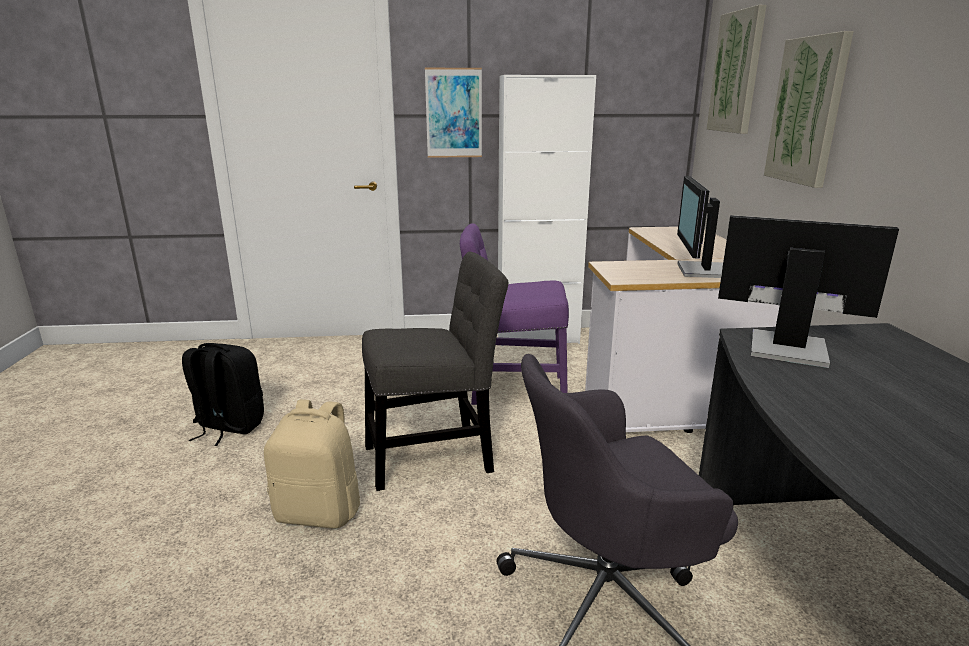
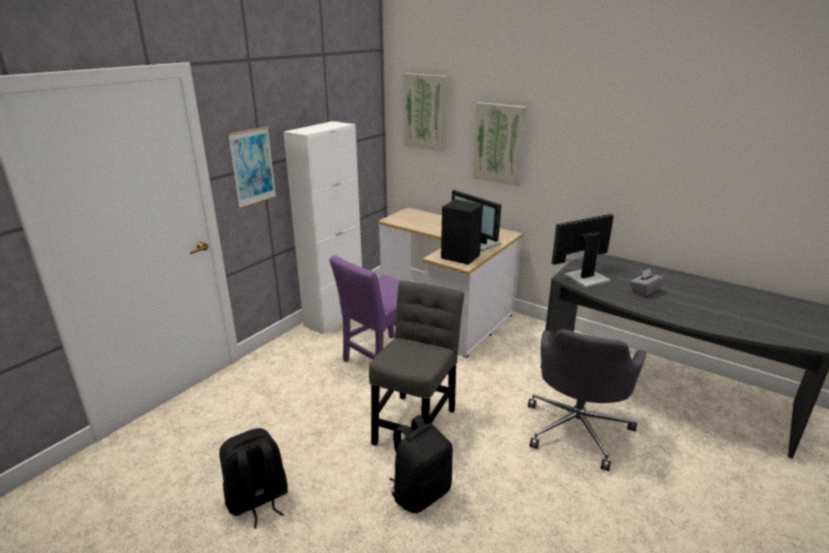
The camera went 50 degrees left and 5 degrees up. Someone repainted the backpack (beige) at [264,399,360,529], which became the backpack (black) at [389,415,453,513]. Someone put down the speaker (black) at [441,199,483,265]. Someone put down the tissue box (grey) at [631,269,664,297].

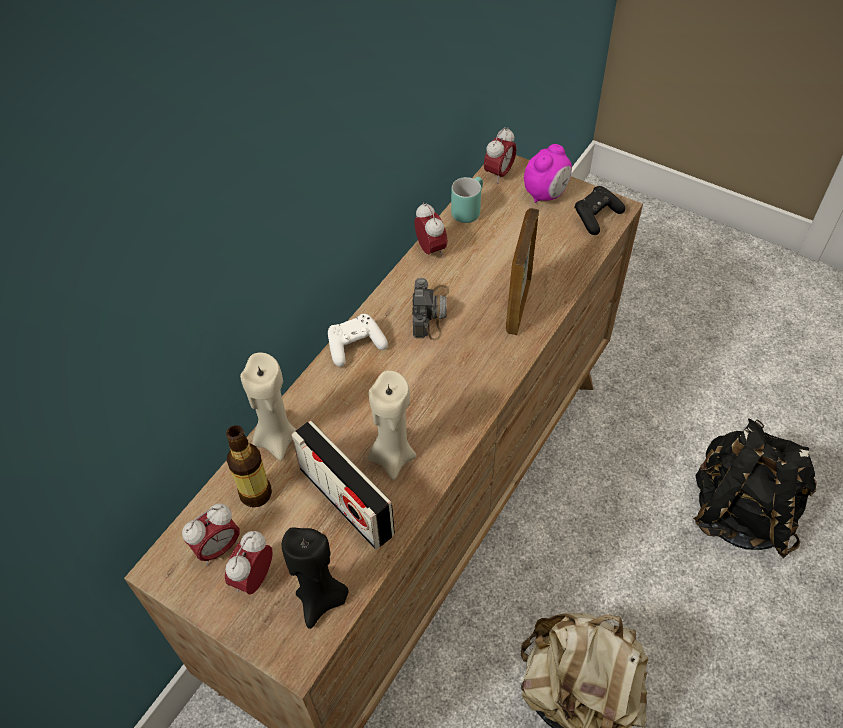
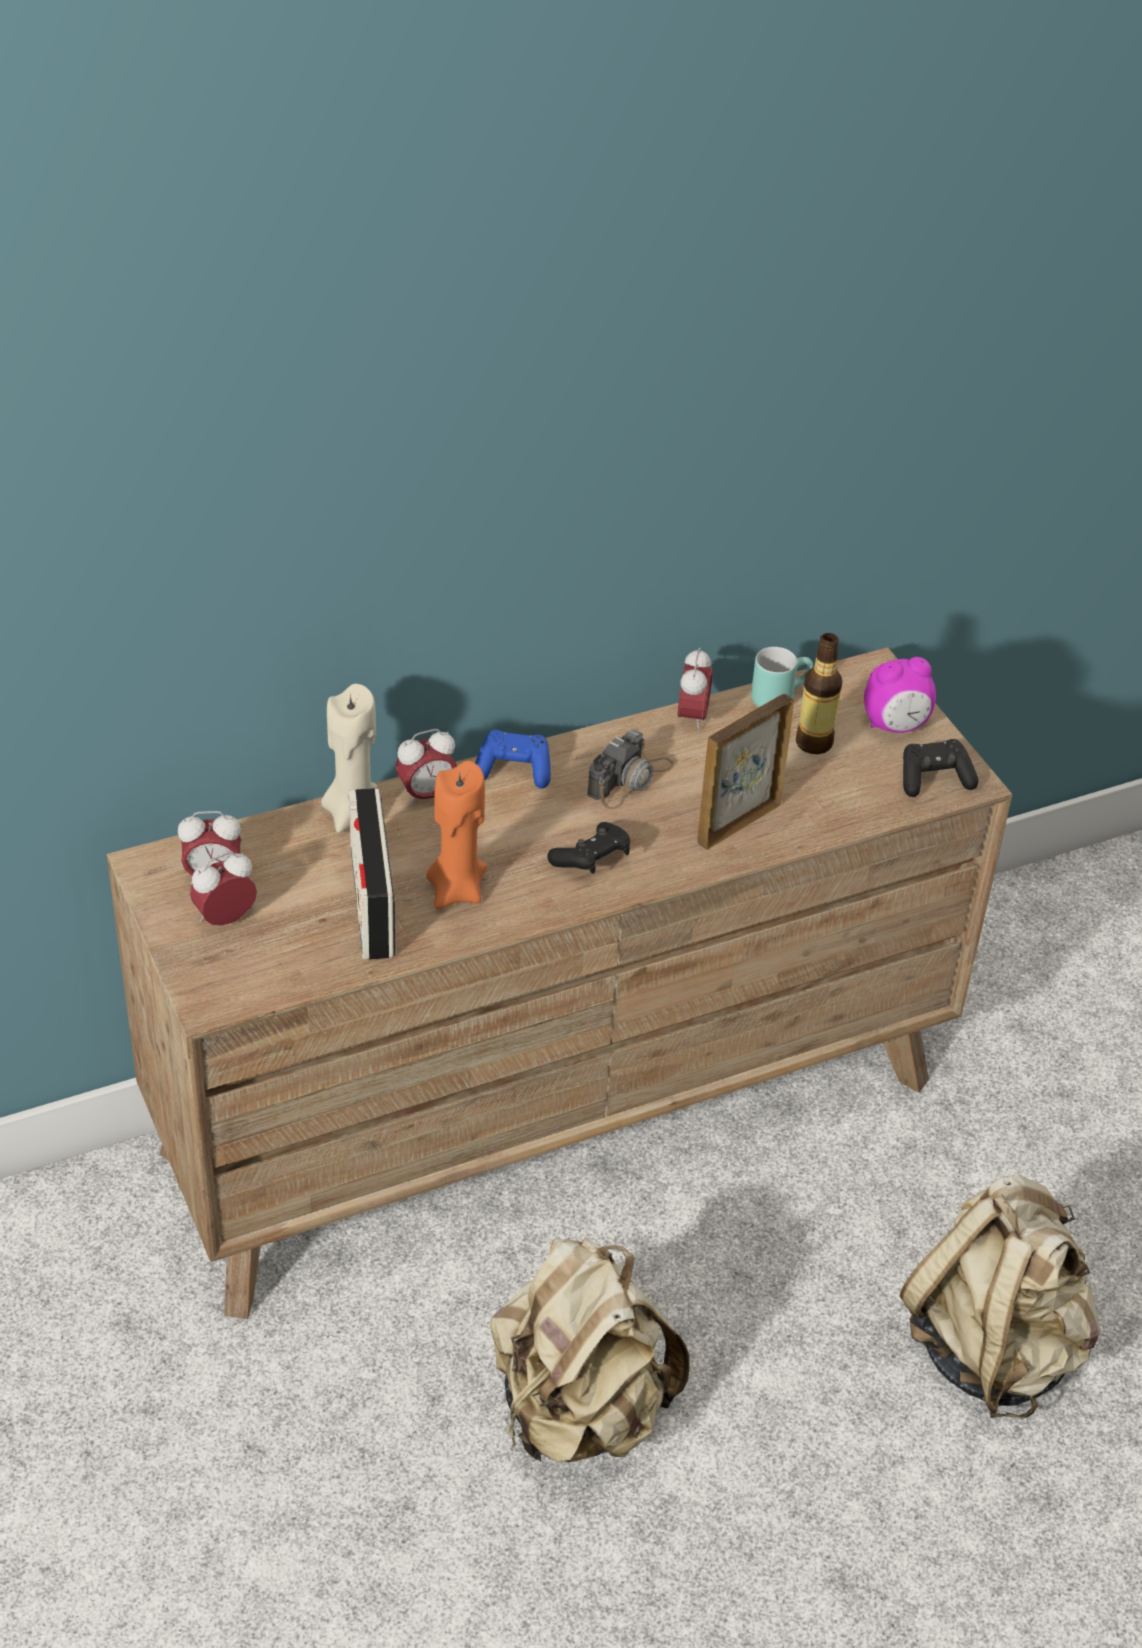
The camera went 30 degrees right and 10 degrees down. Someone carried the alarm clock from [484,127,517,184] to [395,729,457,806]. Someone repainted the candle (beige) at [368,371,416,480], which became the candle (orange) at [426,761,487,909]. Someone repainted the game controller (white) at [328,314,388,367], which became the game controller (blue) at [475,730,551,789]. Someone put down the game controller (black) at [547,822,630,874]. Someone carried the bottle from [226,425,272,507] to [796,633,842,754]. Someone repainted the backpack (black) at [693,418,817,558], which became the backpack (beige) at [900,1175,1101,1418]. Someone took away the candle (black) at [282,527,348,629].

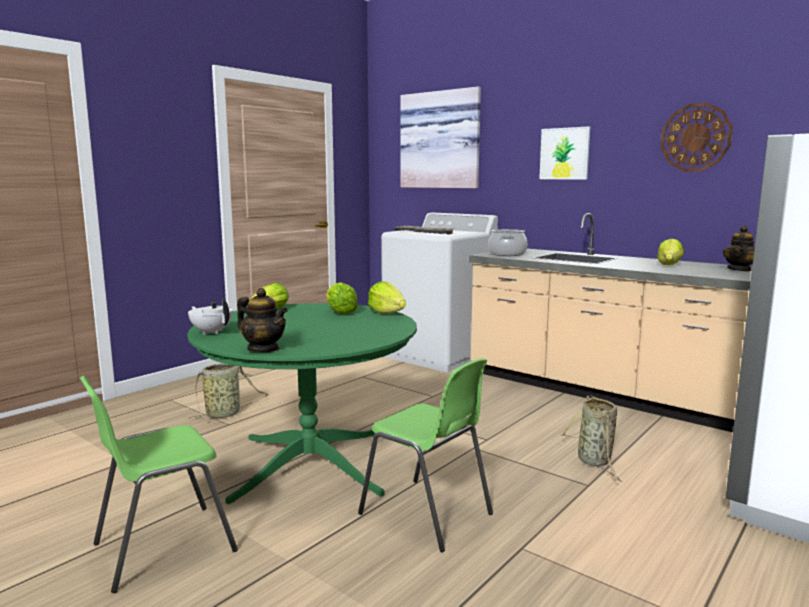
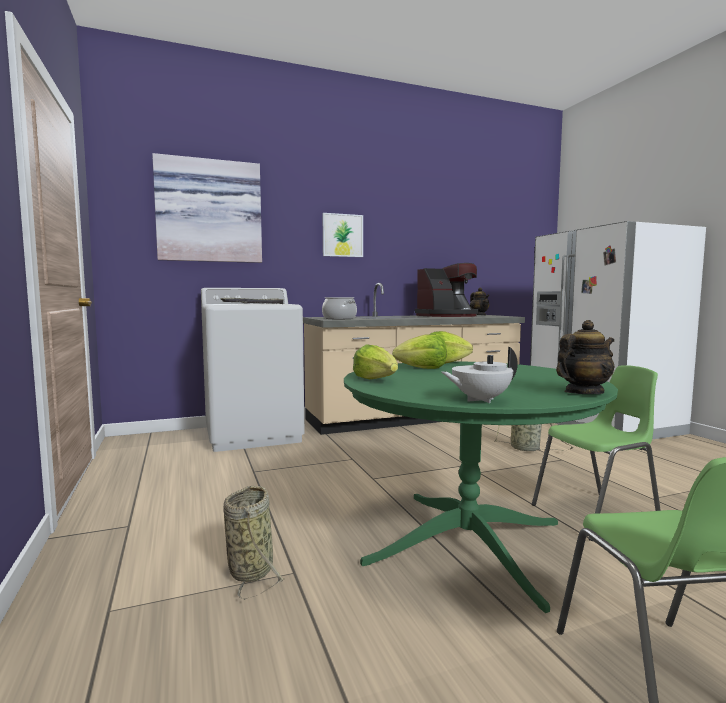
The camera went 60 degrees left and 5 degrees down. Someone swapped the lettuce at [657,239,684,265] for the coffee machine at [415,263,478,317]. Someone took away the wall clock at [661,103,733,171].

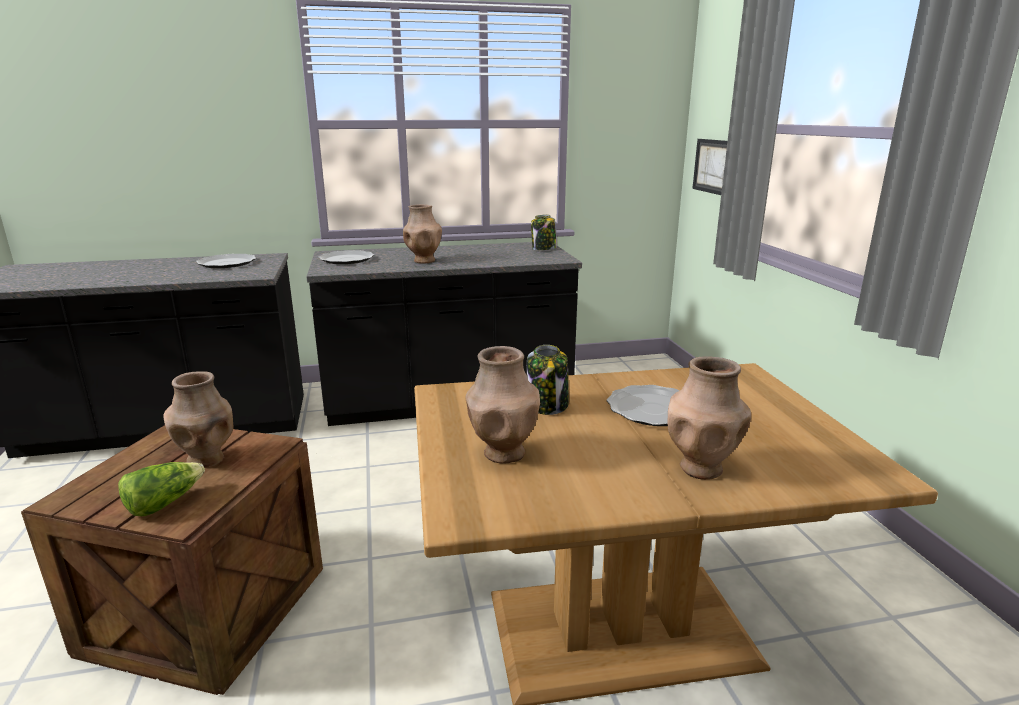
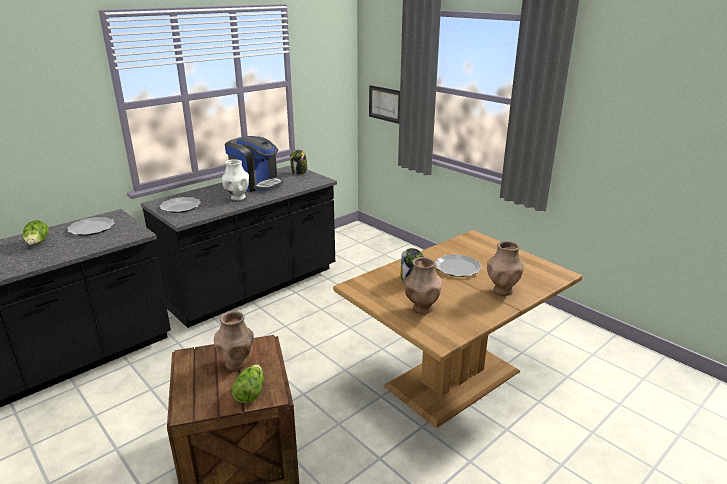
The camera went 30 degrees left and 5 degrees up. Someone put down the lettuce at [22,220,49,245]. Someone repainted the vase (brown) at [403,204,442,264], which became the vase (white) at [222,159,249,201]. Someone put down the coffee machine at [225,136,284,192].

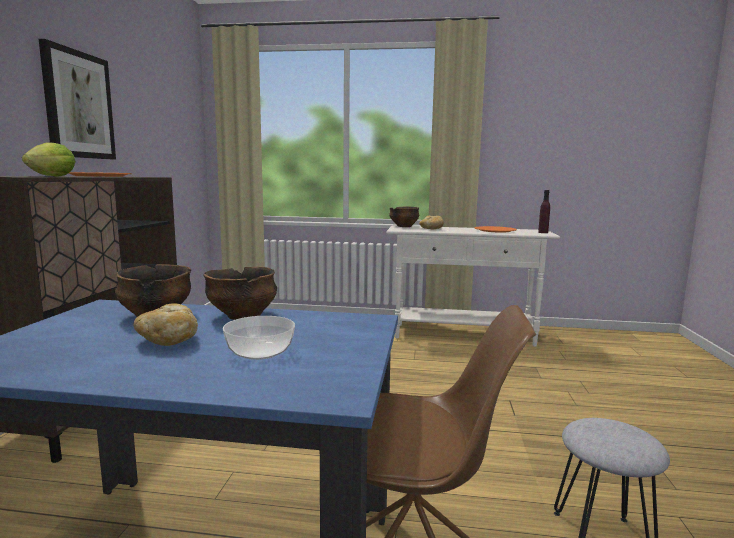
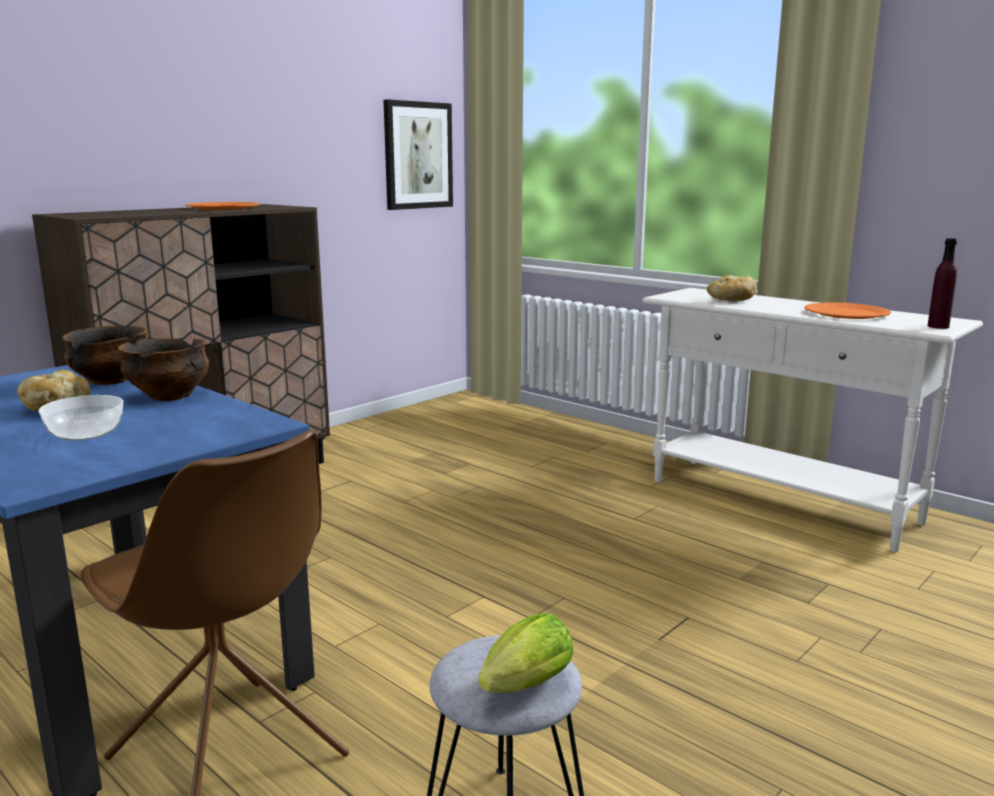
The camera went 35 degrees right and 5 degrees up. Someone carried the picture from [39,39,116,159] to [383,99,453,210]. Someone carried the lettuce from [22,142,76,177] to [478,613,573,693]. Someone took away the bowl at [389,207,419,227].

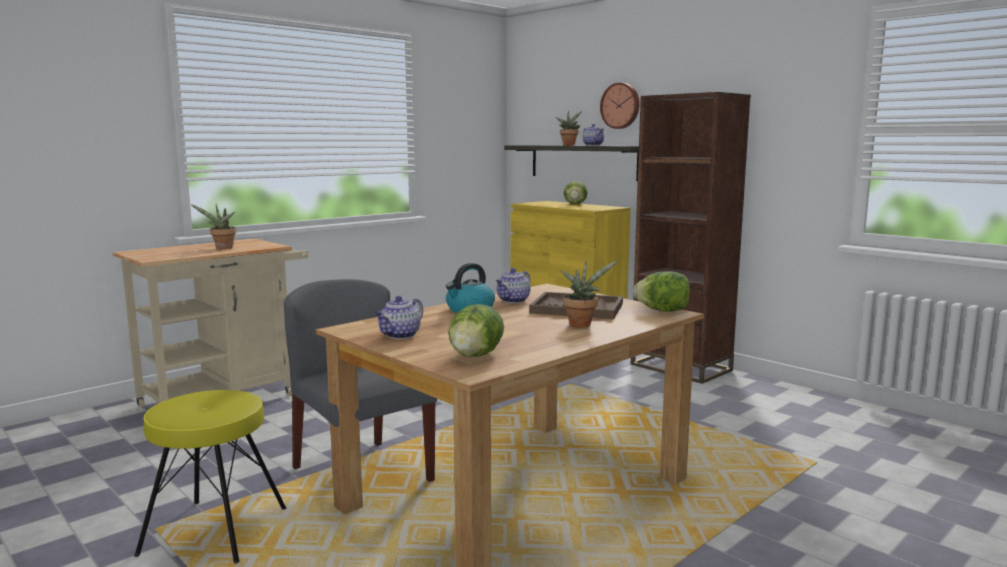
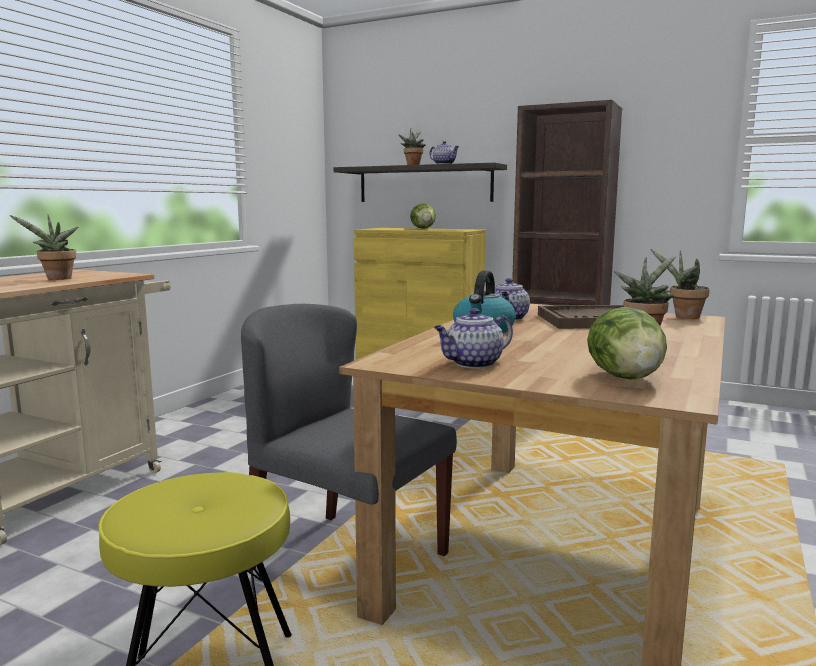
The camera went 20 degrees left and 0 degrees up. Someone rotated the teapot at [374,296,423,339] by 45 degrees clockwise. Someone swapped the lettuce at [633,271,690,312] for the potted plant at [651,249,710,319]. Someone took away the wall clock at [600,83,639,129].

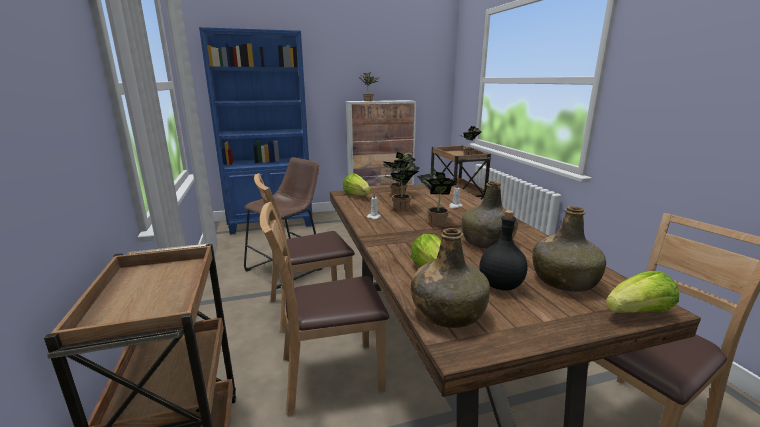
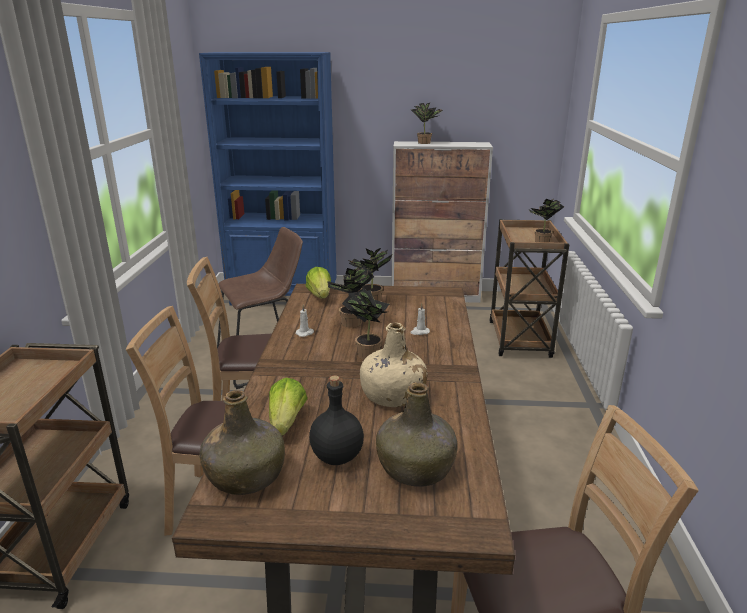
The camera went 20 degrees right and 5 degrees up. Someone repainted the bottle (green) at [462,181,518,249], which became the bottle (beige) at [360,323,427,407]. Someone took away the lettuce at [606,271,679,313].

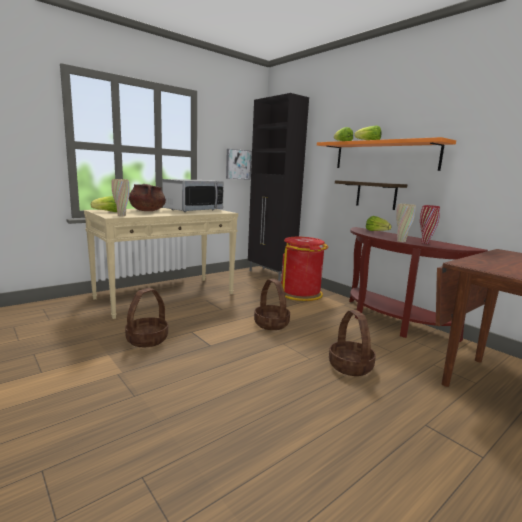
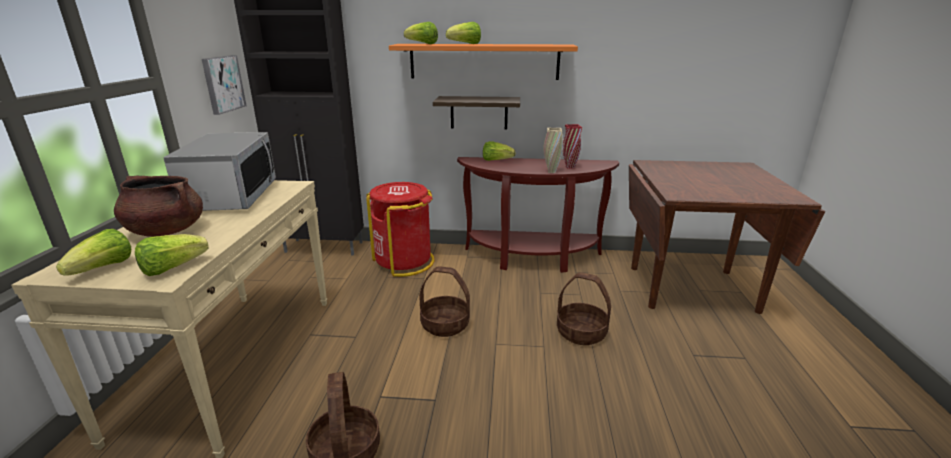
The camera went 45 degrees left and 10 degrees up. Someone swapped the vase (beige) at [112,179,130,216] for the lettuce at [135,234,209,276].

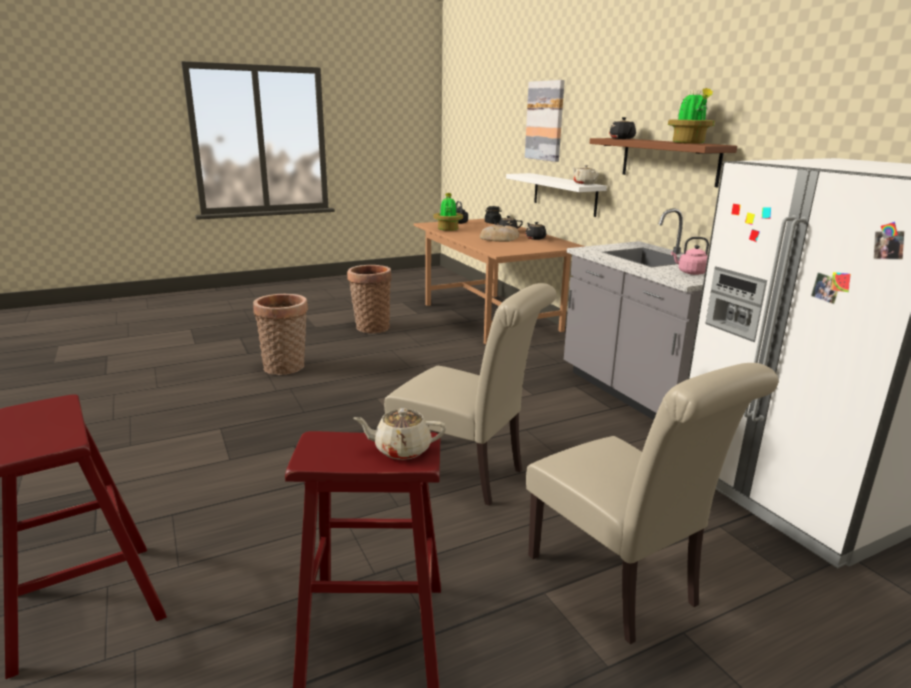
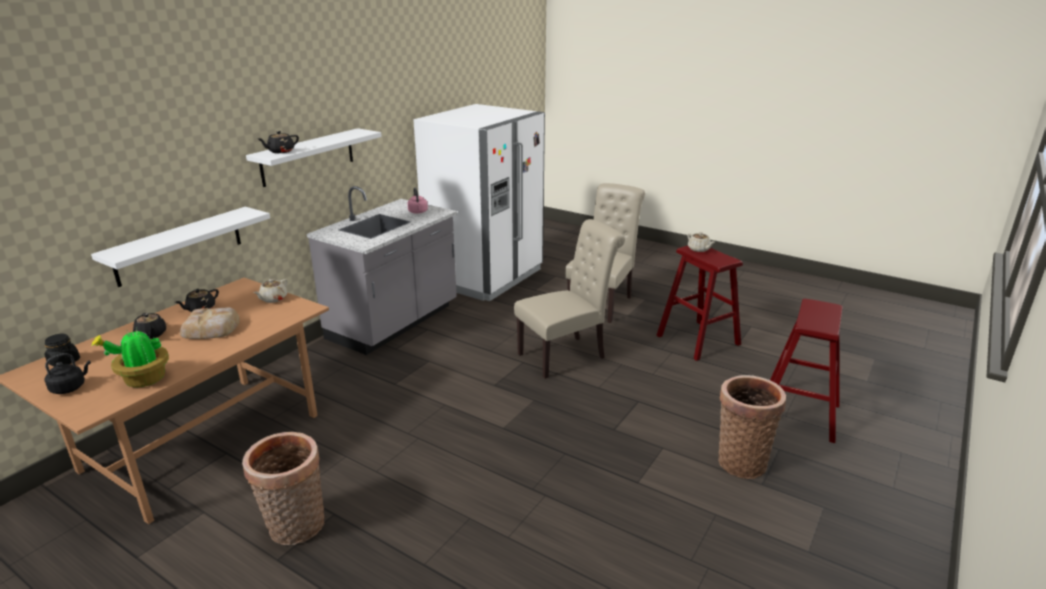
The camera went 120 degrees left and 5 degrees up. Someone repainted the shelf (brown) at [590,138,737,187], which became the shelf (white) at [246,128,382,187]. Someone carried the teapot (beige) from [572,165,599,184] to [254,279,288,303]. Someone rotated the chair (beige) at [384,283,556,506] by 60 degrees clockwise. Someone carried the basket from [253,294,308,375] to [718,375,786,479]. Someone took away the picture at [525,80,565,162]. Someone took away the potted plant at [668,88,715,144].

